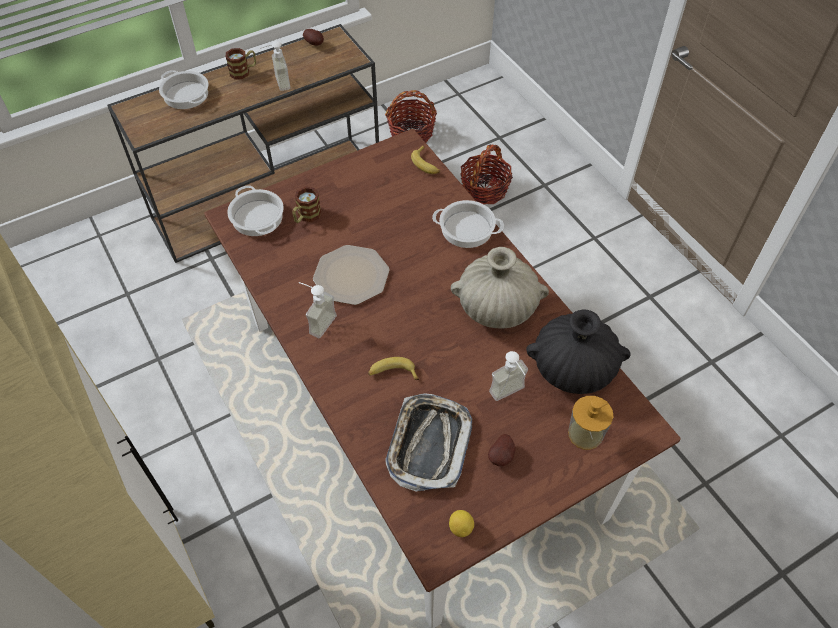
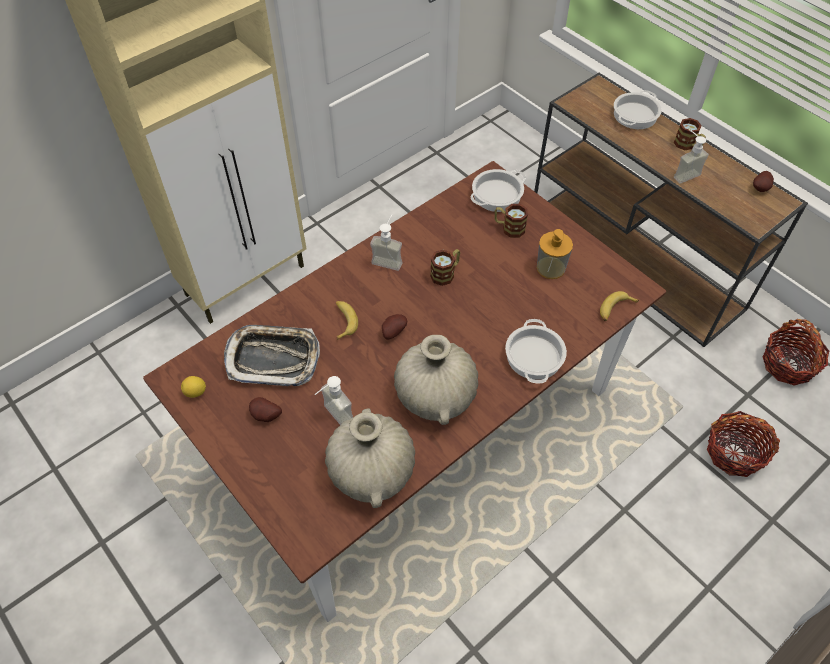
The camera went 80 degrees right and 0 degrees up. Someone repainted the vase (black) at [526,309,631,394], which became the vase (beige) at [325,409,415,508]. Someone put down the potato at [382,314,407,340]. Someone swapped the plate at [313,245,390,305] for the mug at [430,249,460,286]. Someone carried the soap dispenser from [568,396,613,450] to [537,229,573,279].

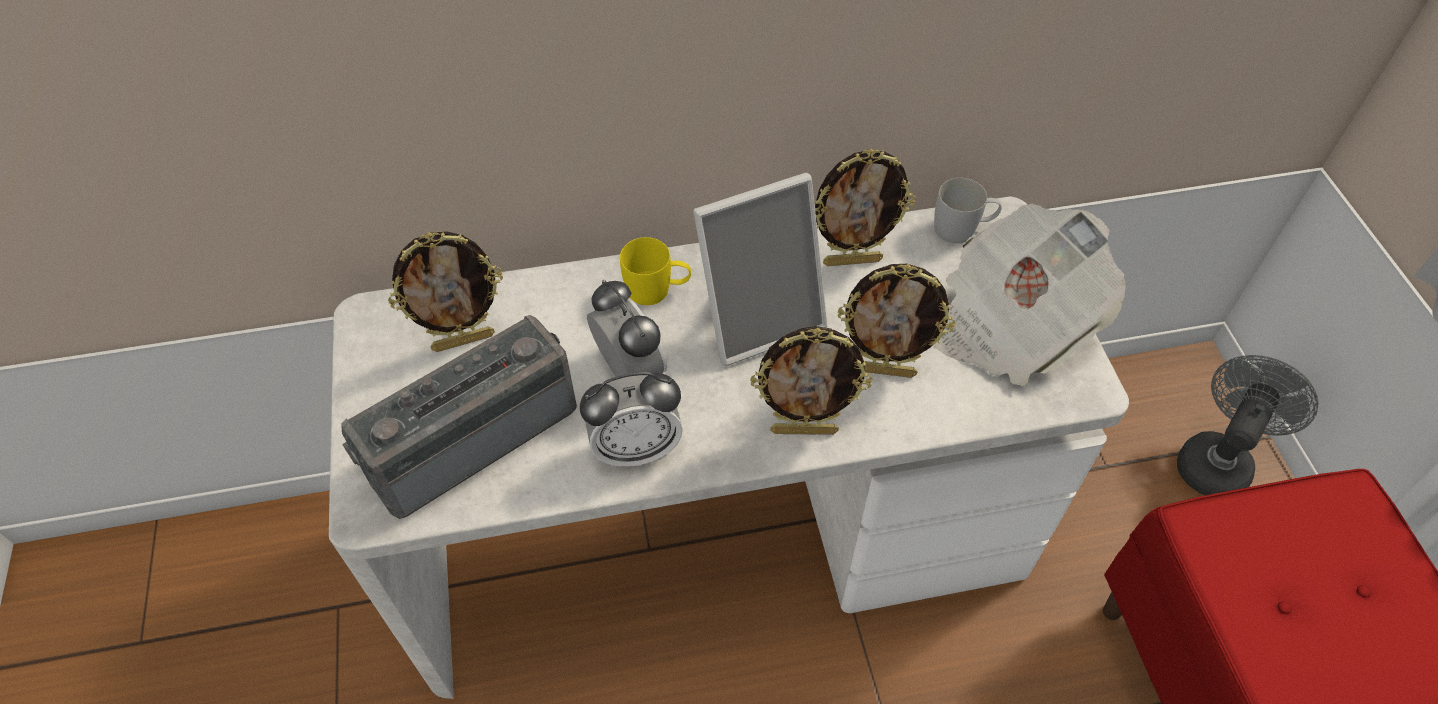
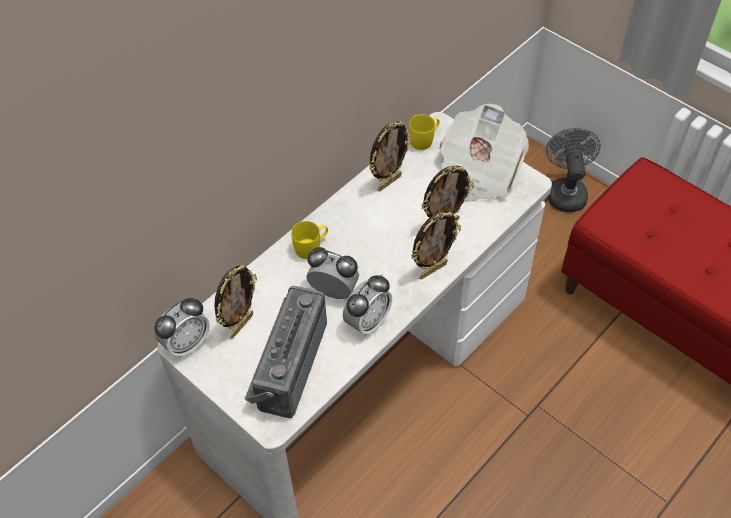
The camera went 35 degrees left and 0 degrees up. Someone put down the alarm clock at [154,298,210,358]. Someone repainted the mug (white) at [934,178,1002,243], which became the mug (yellow) at [409,114,440,150]. Someone took away the picture frame at [693,173,827,366].

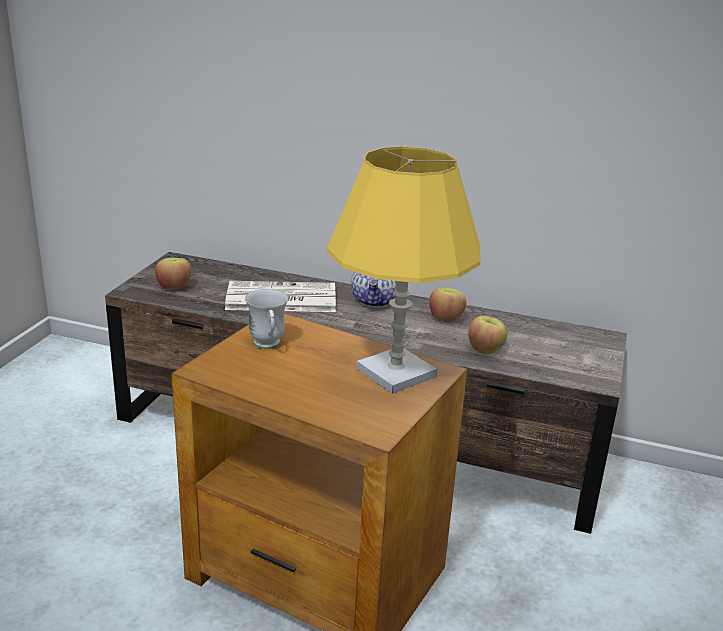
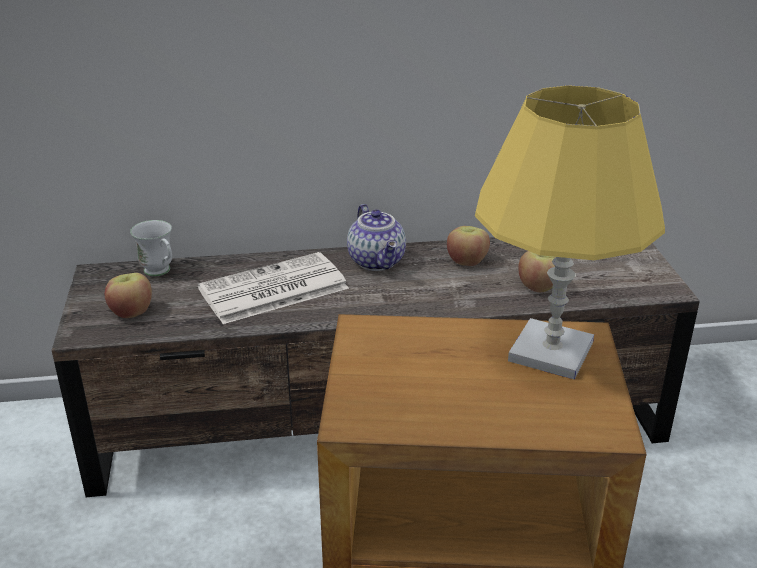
The camera went 25 degrees left and 5 degrees up. Someone carried the mug (white) from [245,289,288,349] to [130,220,172,276].

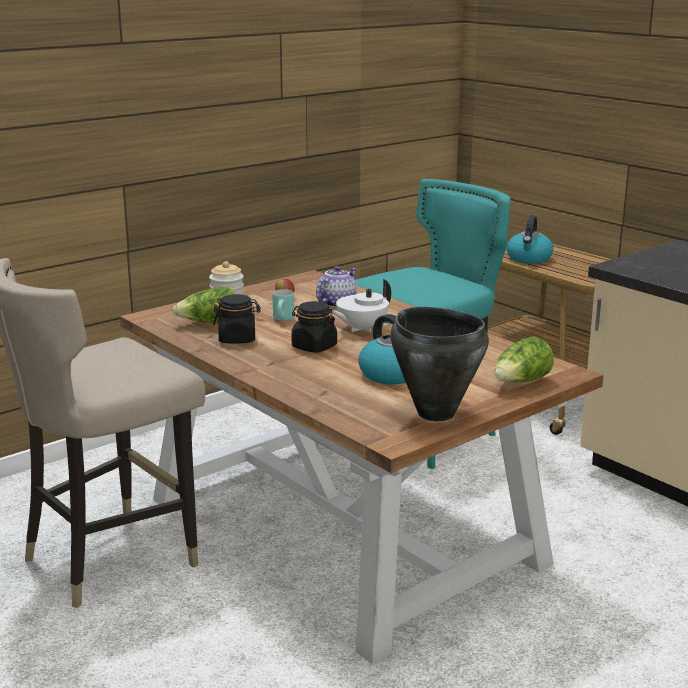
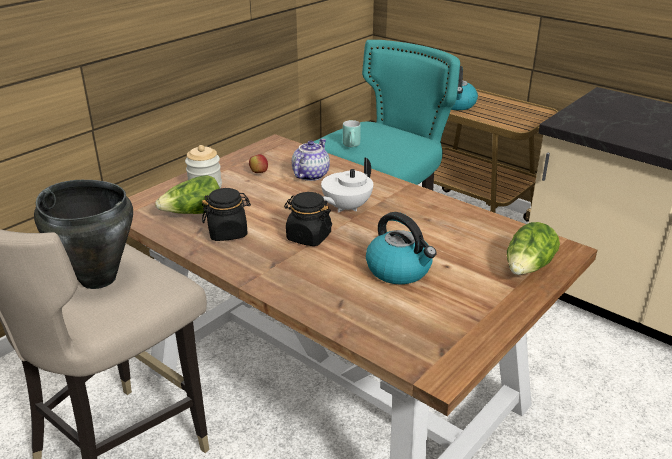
The camera went 10 degrees left and 10 degrees up. Someone carried the cooking pot (black) from [390,307,489,421] to [34,180,133,289]. Someone carried the mug (turquoise) from [273,290,294,321] to [343,120,361,147].

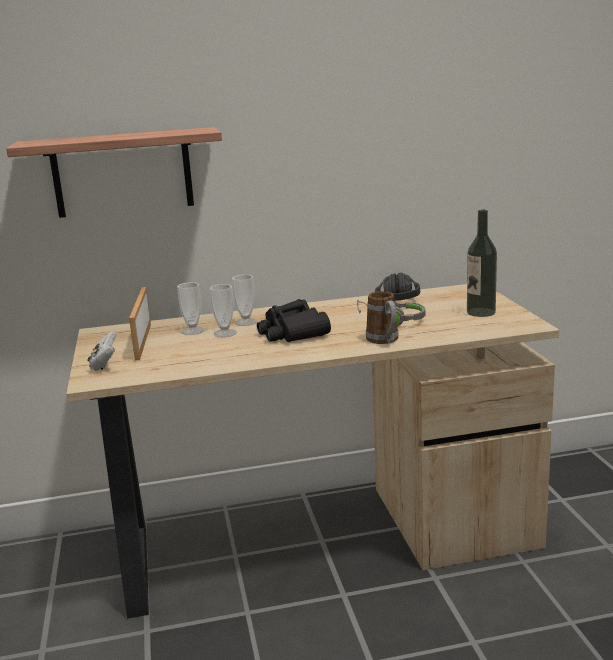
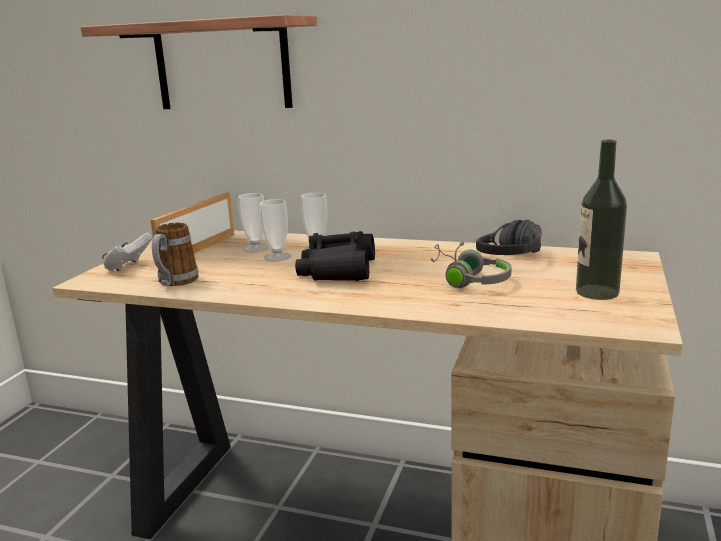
The camera went 30 degrees right and 0 degrees up. Someone carried the mug from [366,291,399,344] to [152,222,199,286].

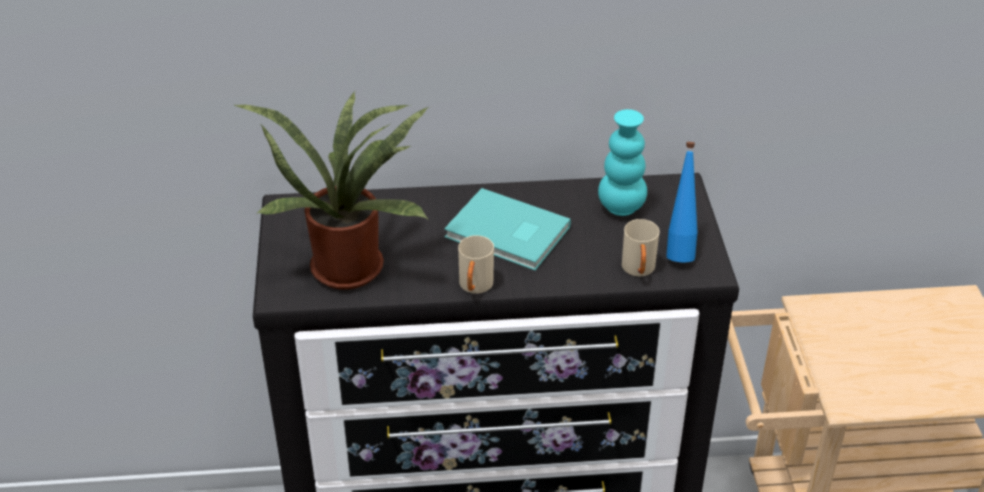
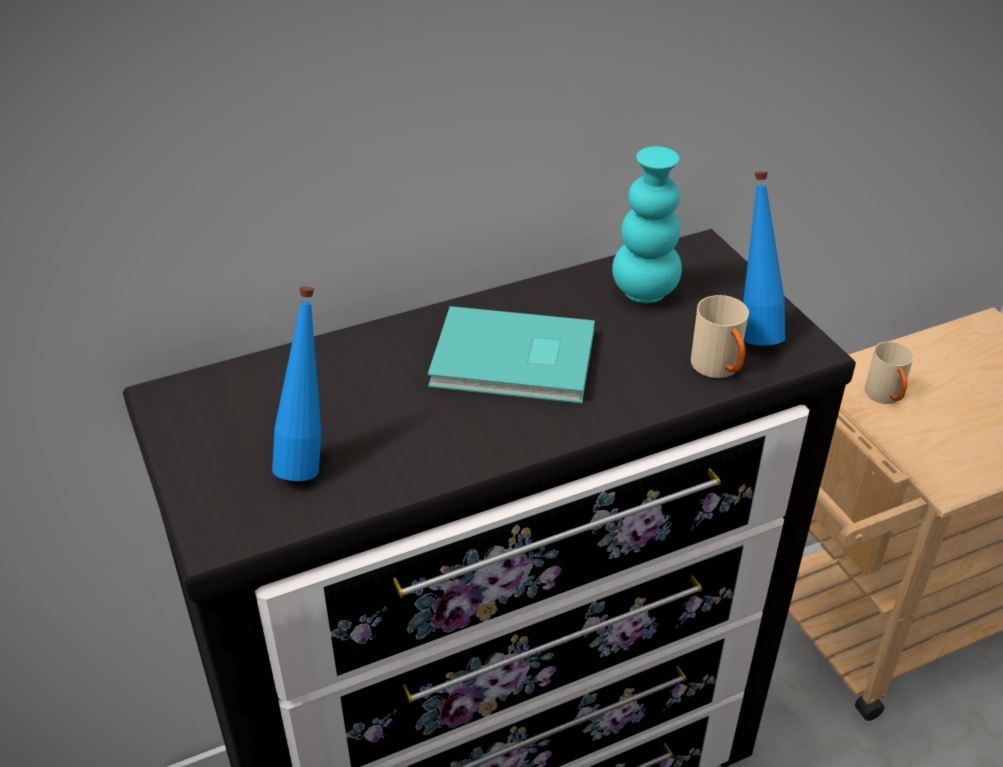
The camera went 20 degrees left and 0 degrees up. Someone swapped the potted plant at [233,92,429,289] for the bottle (blue) at [272,286,321,481]. Someone carried the mug (beige) from [458,235,494,294] to [865,342,914,404].

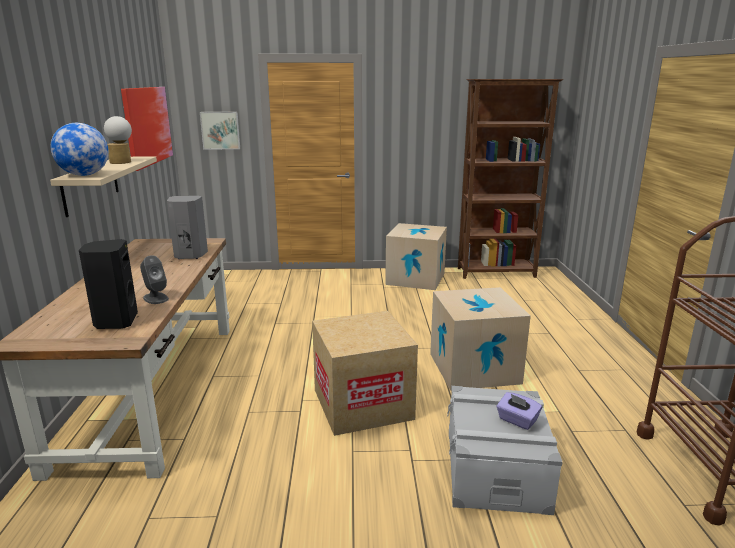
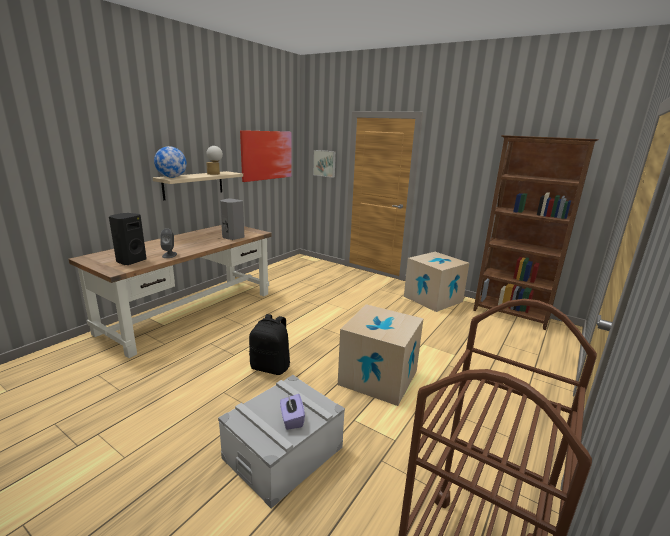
The camera went 35 degrees right and 0 degrees up. Someone swapped the cardboard box at [312,311,418,436] for the backpack (black) at [249,314,290,375].

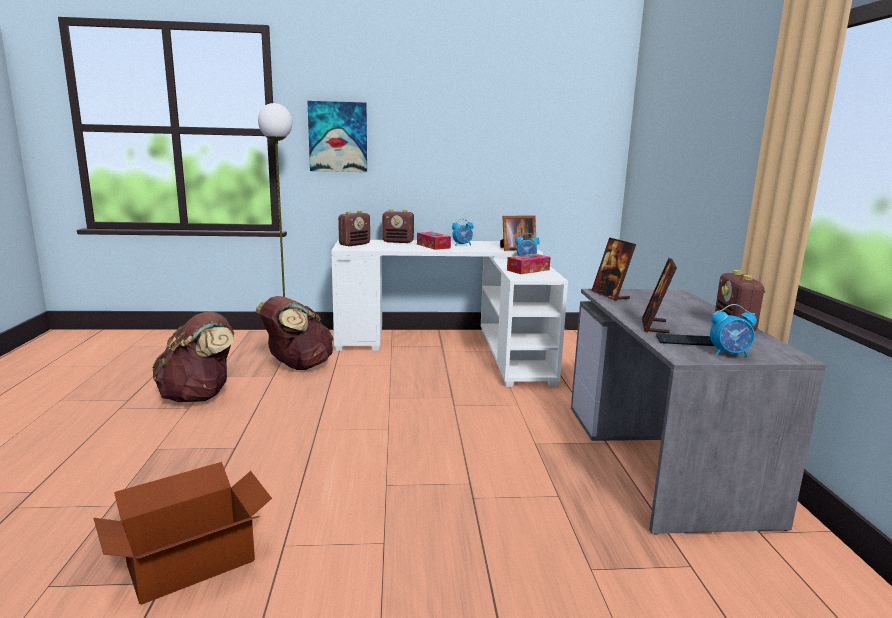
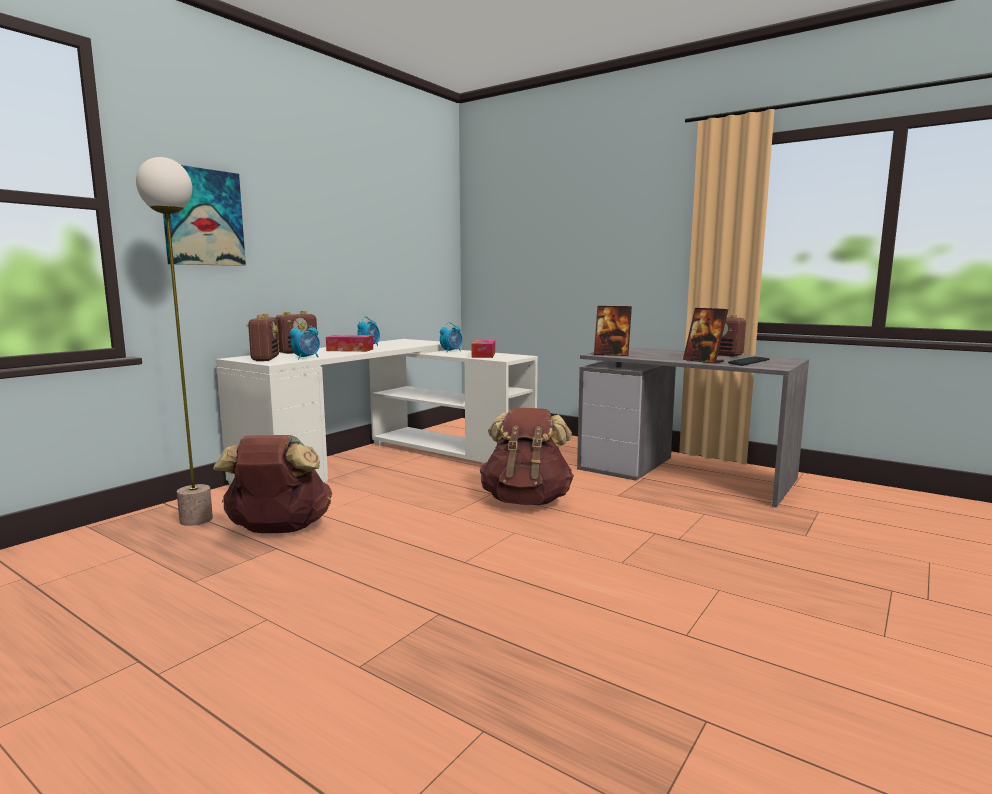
The camera went 50 degrees left and 5 degrees down. Someone carried the alarm clock from [710,304,757,358] to [290,323,320,359]. Someone carried the backpack (brown) from [153,312,234,402] to [480,408,574,505]. Someone took away the cardboard box at [94,462,272,605]. Someone took away the picture frame at [500,215,537,251].

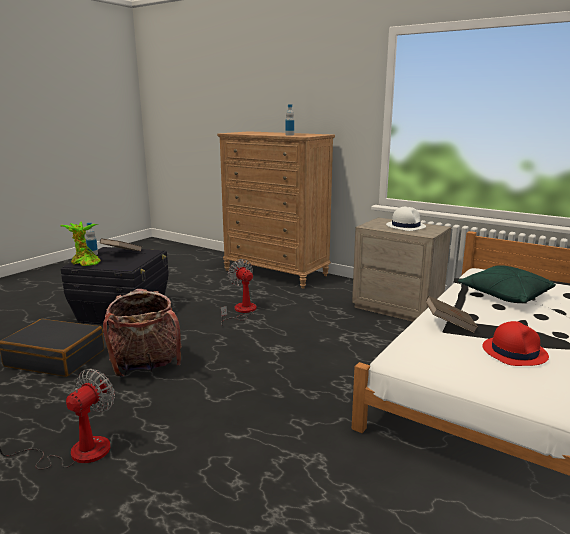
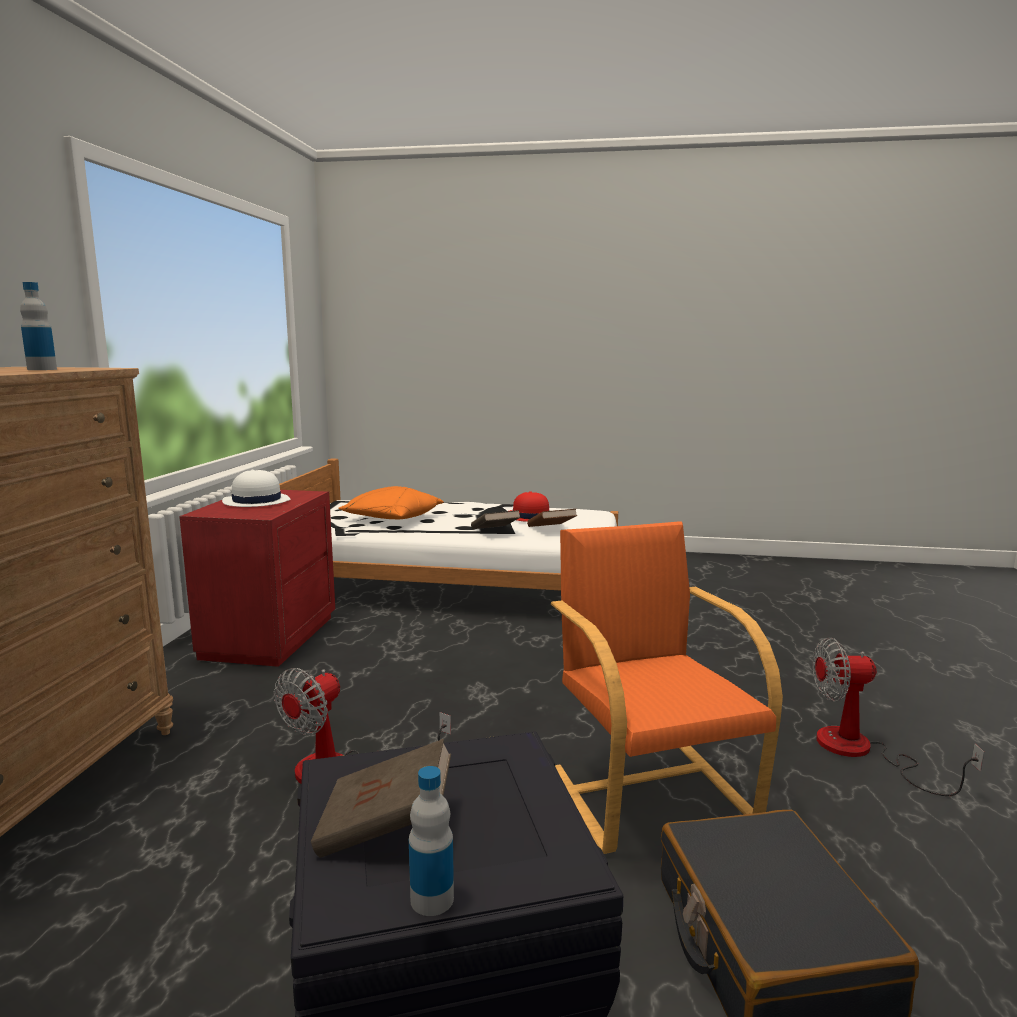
The camera went 115 degrees left and 5 degrees down. Someone repainted the nightstand (beige) at [352,218,451,322], which became the nightstand (red) at [179,490,335,667]. Someone repainted the pillow (green) at [458,265,556,303], which became the pillow (orange) at [338,486,444,519]. Someone put down the book (brown) at [527,509,577,527]. Someone swapped the backpack at [103,289,182,377] for the armchair (orange) at [551,521,783,854]. Someone took away the potted plant at [60,222,100,266].

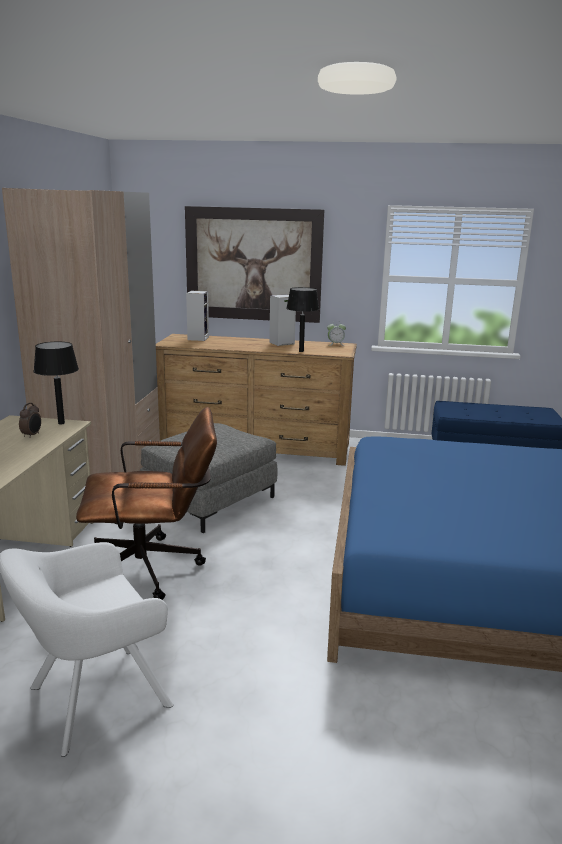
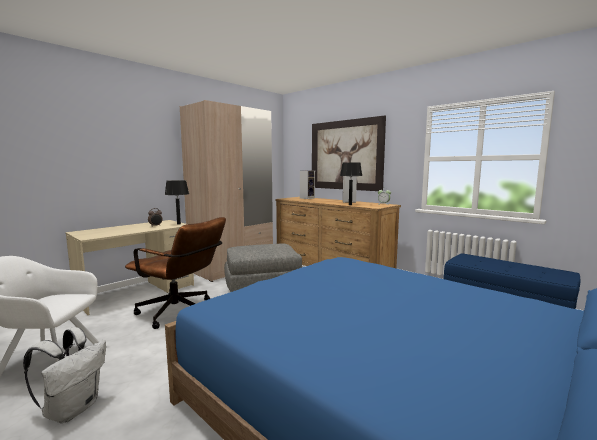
The camera went 35 degrees right and 10 degrees down. Someone put down the backpack (white) at [23,327,106,423].

